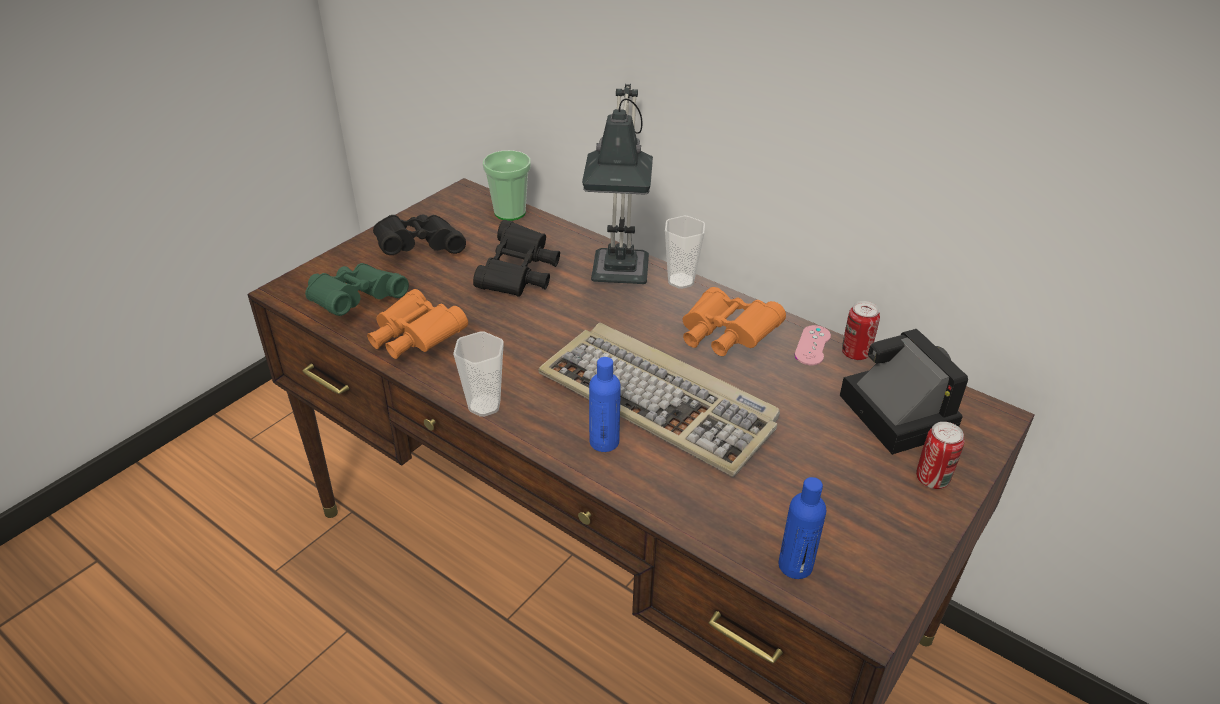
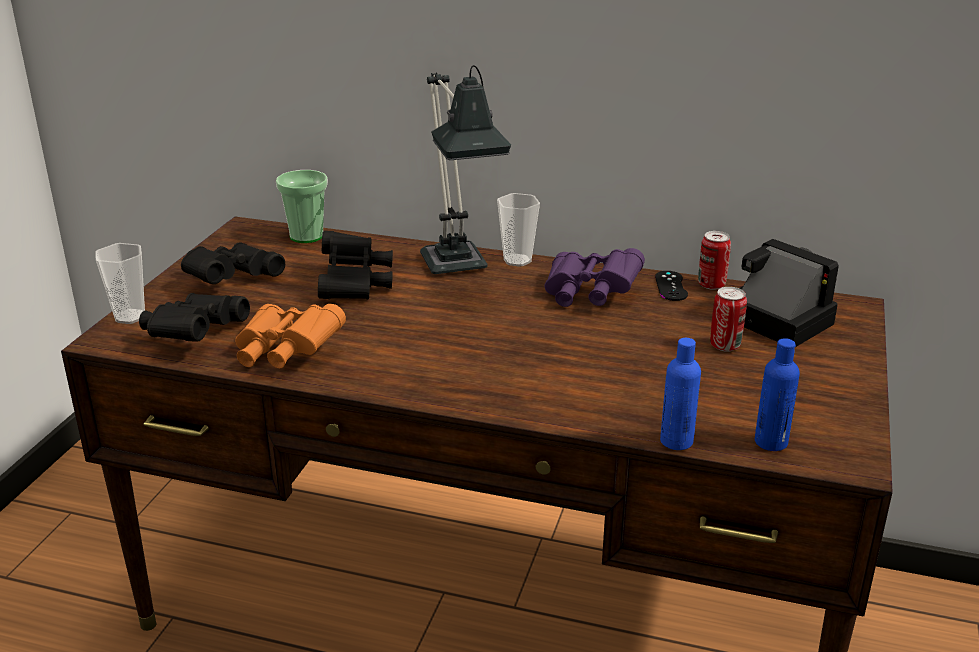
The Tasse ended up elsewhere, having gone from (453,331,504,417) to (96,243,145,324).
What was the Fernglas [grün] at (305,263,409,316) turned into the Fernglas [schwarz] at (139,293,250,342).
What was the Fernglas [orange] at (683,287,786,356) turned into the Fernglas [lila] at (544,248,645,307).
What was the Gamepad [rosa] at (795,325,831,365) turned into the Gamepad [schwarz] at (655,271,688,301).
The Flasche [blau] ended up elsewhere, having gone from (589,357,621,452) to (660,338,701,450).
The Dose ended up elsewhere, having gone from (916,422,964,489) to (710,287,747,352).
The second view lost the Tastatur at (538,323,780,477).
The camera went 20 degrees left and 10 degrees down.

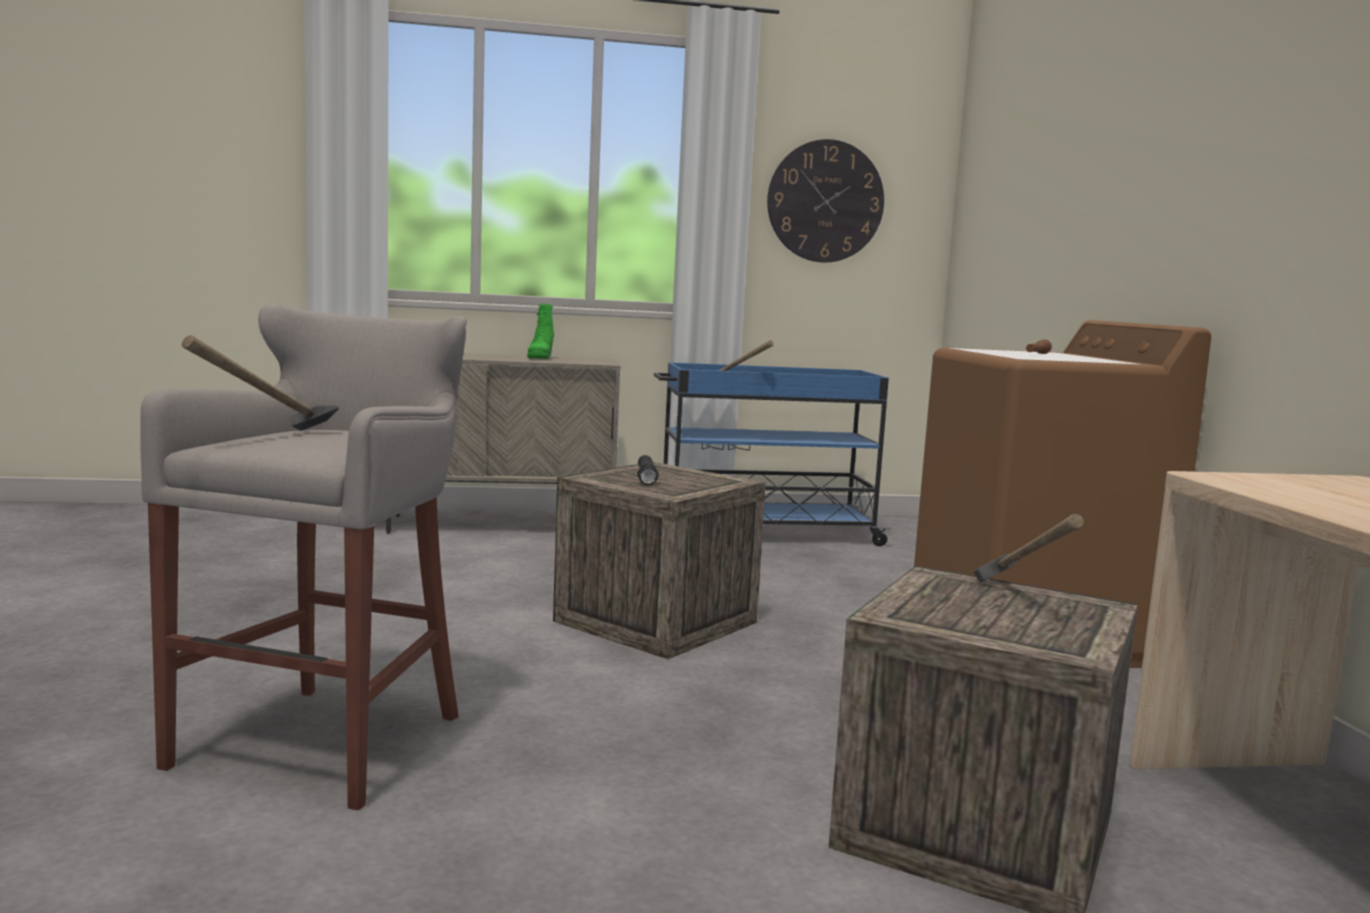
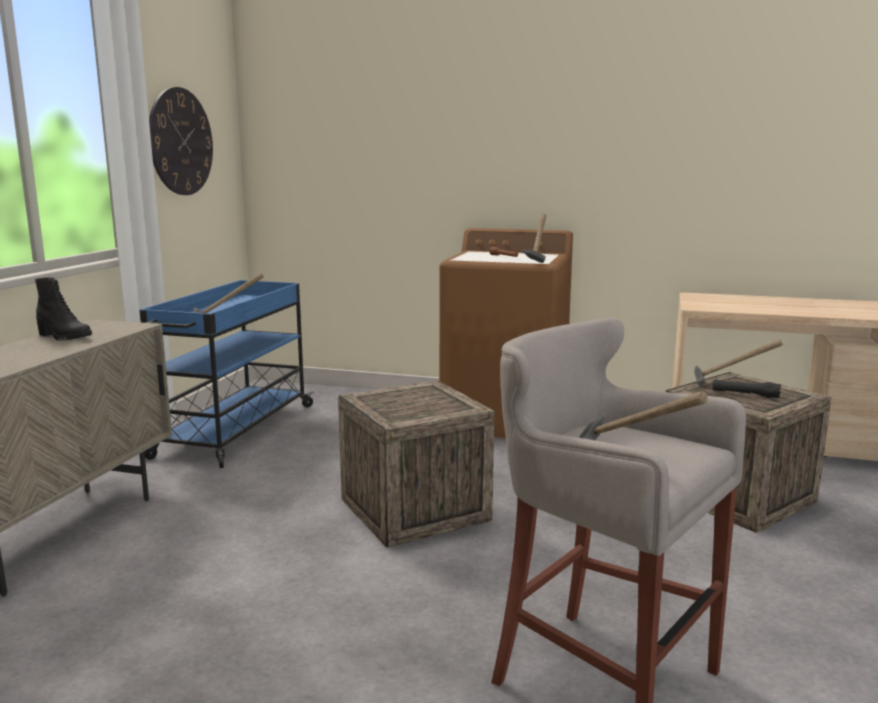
What was the Stiefel [grün] at (527,303,554,359) turned into the Stiefel [schwarz] at (35,277,92,340).
The second view gained the Hammer at (522,213,546,263).
The Taschenlampe [schwarz] ended up elsewhere, having gone from (637,455,659,485) to (712,379,781,398).
The camera went 65 degrees left and 5 degrees up.

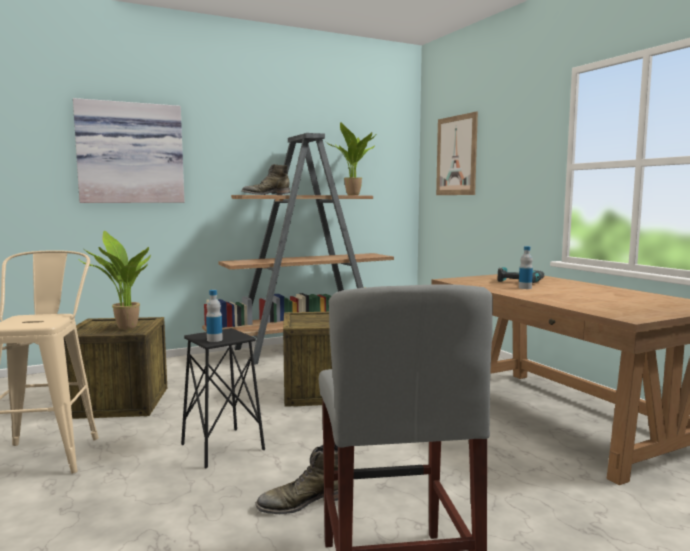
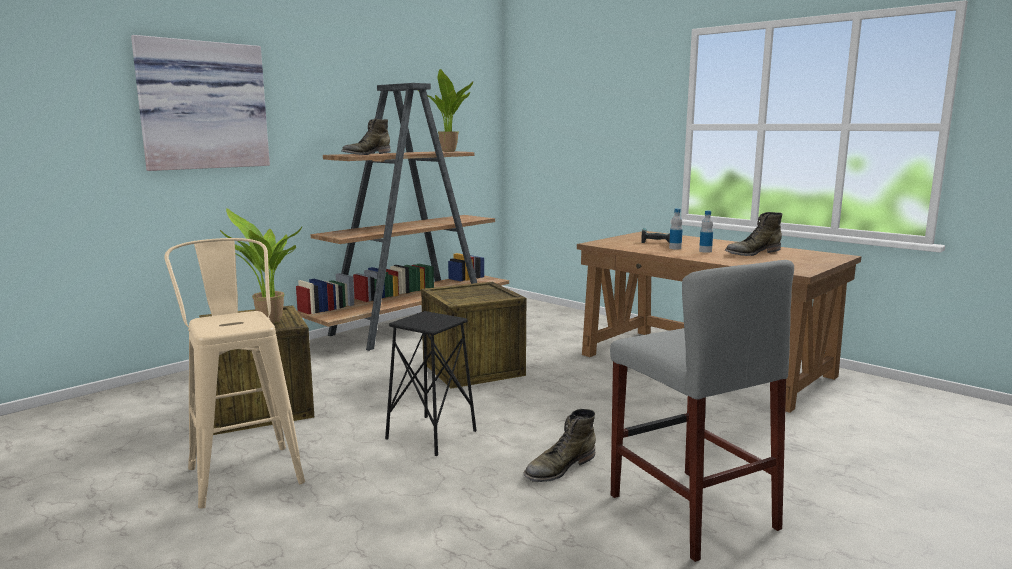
The Flasche ended up elsewhere, having gone from (206,290,223,342) to (699,210,713,253).
The second view gained the Stiefel [grün] at (725,212,782,256).
The second view lost the Bild at (436,112,478,195).
The camera went 20 degrees left and 5 degrees up.

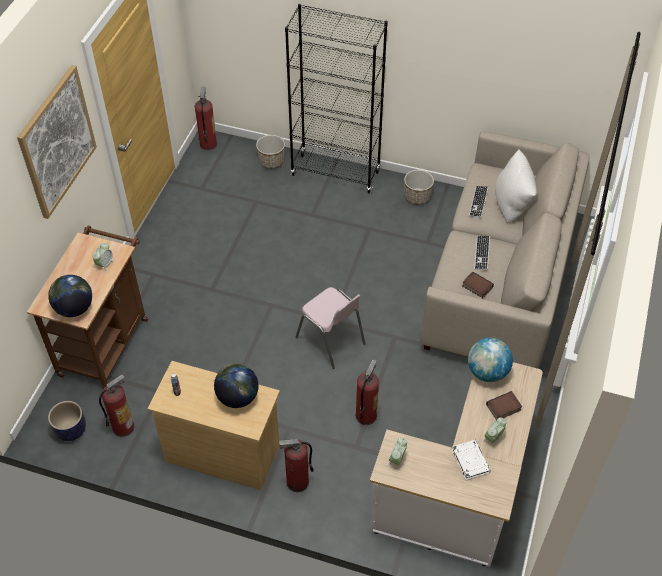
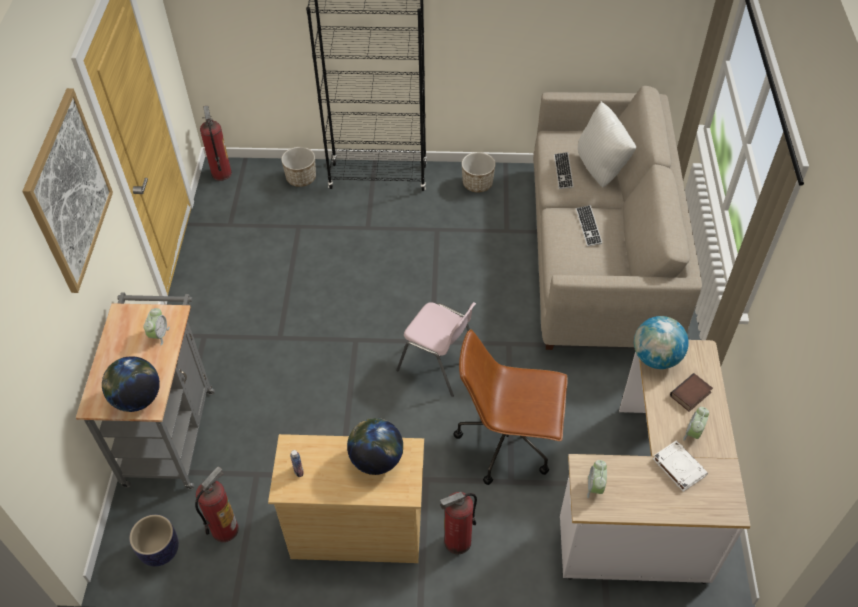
What was the Rollwagen [braun] at (27,226,148,388) turned into the Rollwagen [grau] at (76,292,215,489).
Where the Feuerlöscher stood at (356,359,379,425), the Bürostuhl [braun] came to stand at (453,329,568,485).
The second view lost the Buch at (462,271,494,298).
The camera went 15 degrees left and 0 degrees up.

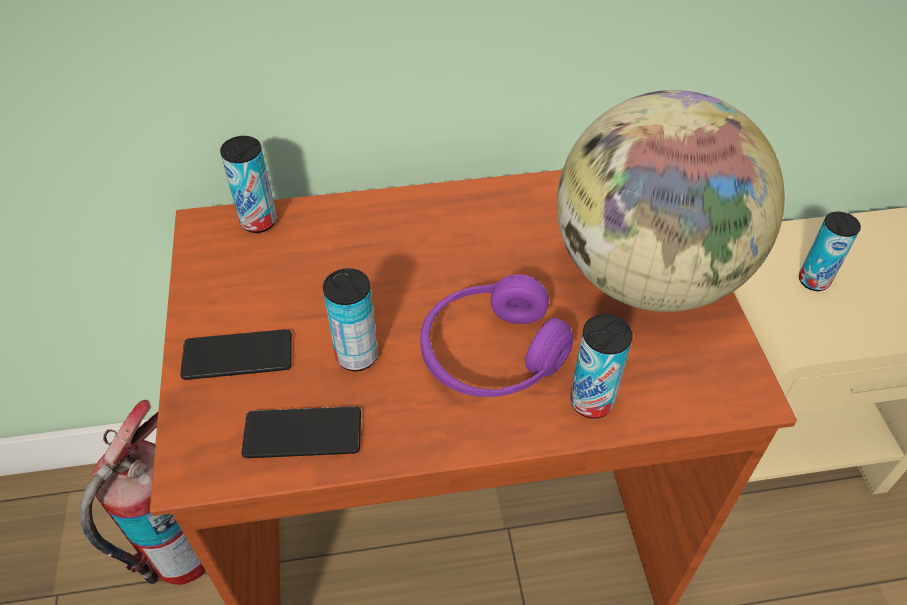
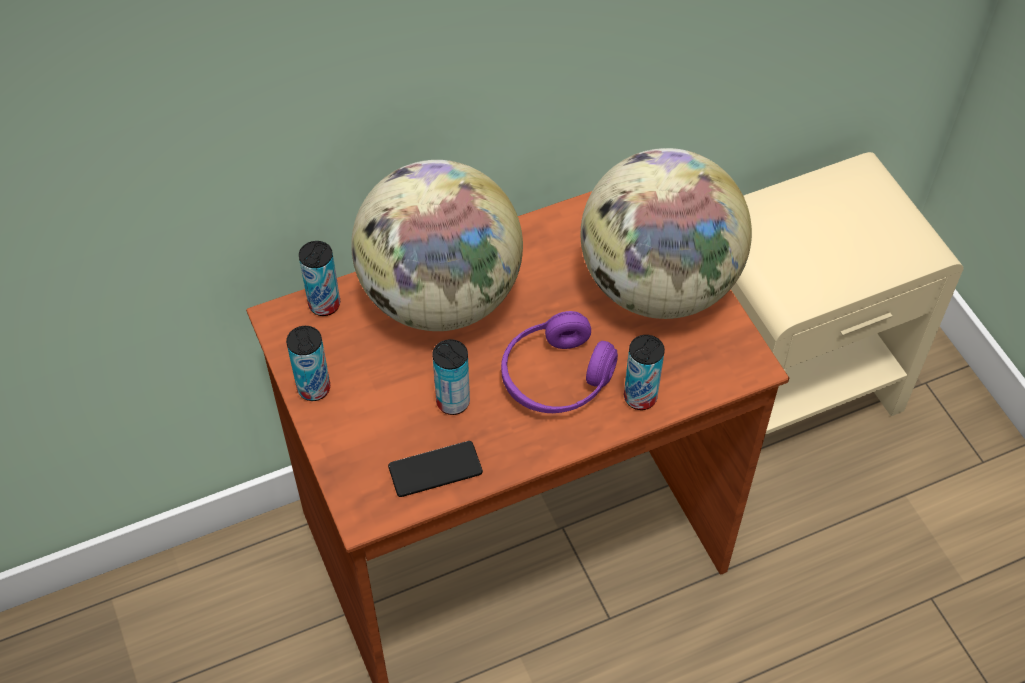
The Dose ended up elsewhere, having gone from (799,212,861,291) to (286,326,330,401).
The second view gained the Globus at (351,160,523,331).
The second view lost the Feuerlöscher at (80,400,206,585).
The second view lost the Handy at (180,329,292,380).
The camera went 15 degrees left and 5 degrees up.

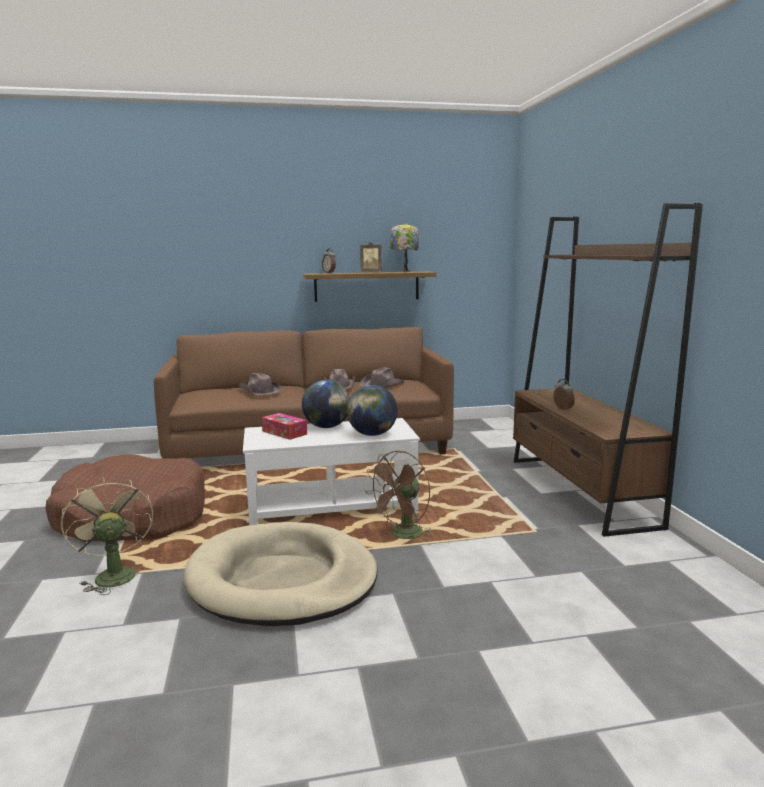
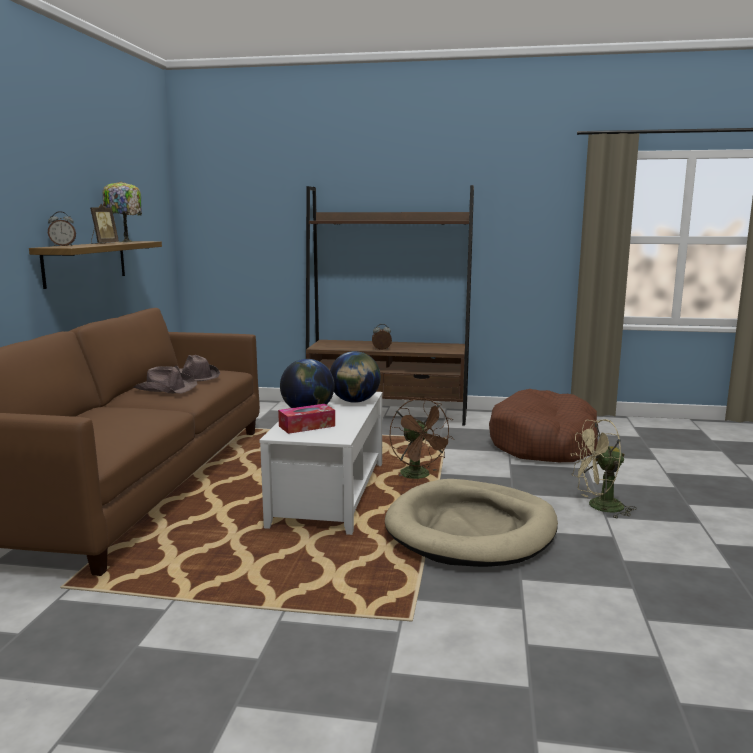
The Hundebett [braun] ended up elsewhere, having gone from (45,454,205,542) to (489,389,598,462).
The Ventilator [beige] ended up elsewhere, having gone from (61,477,153,595) to (571,419,637,518).
The second view lost the Hut [braun] at (238,373,282,395).
The camera went 70 degrees left and 0 degrees up.

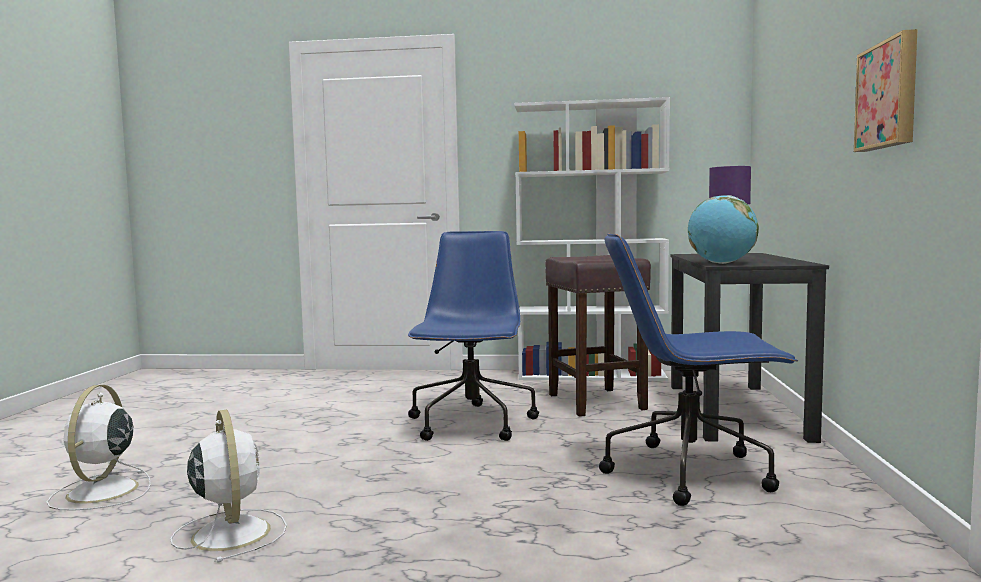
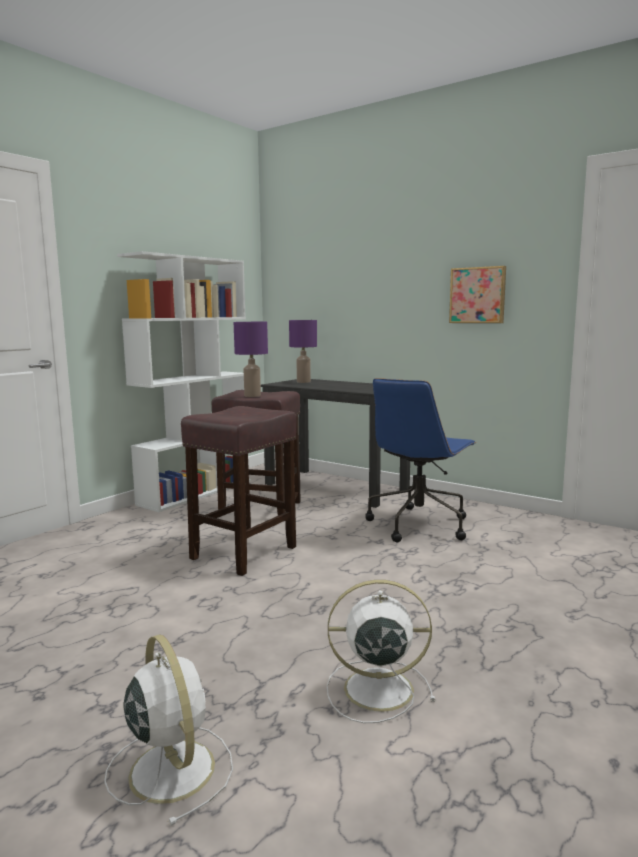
The Ventilator [weiß] at (47,385,151,511) ended up facing another way, 150 degrees counterclockwise from before.
Where the Bürostuhl [blau] stood at (408,231,539,441), the Hocker [braun] came to stand at (181,406,297,576).
The second view gained the Tischlampe [lila] at (234,322,268,397).
The second view lost the Globus at (688,195,759,264).
The camera went 60 degrees left and 5 degrees up.

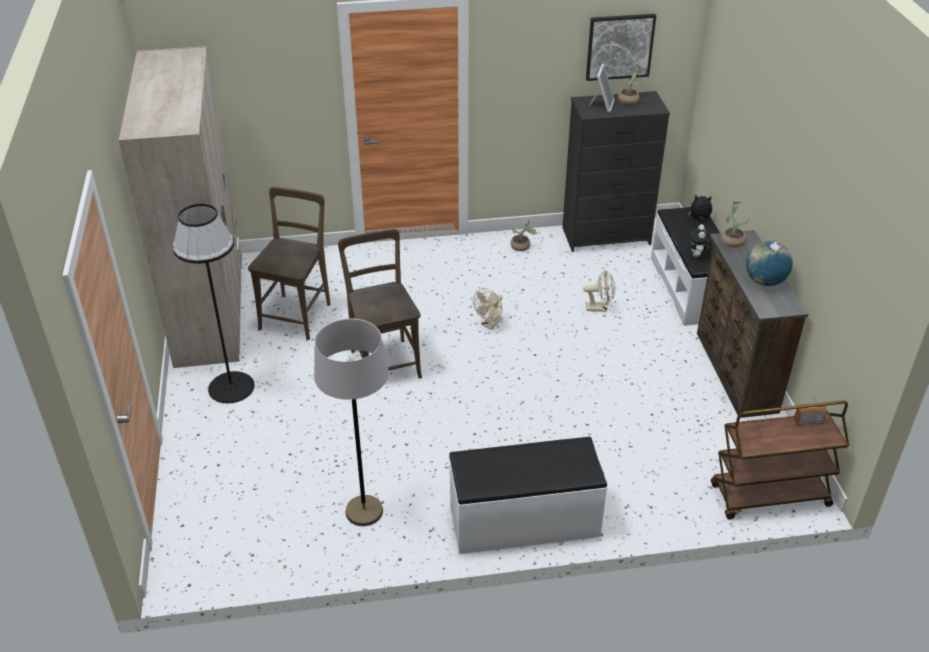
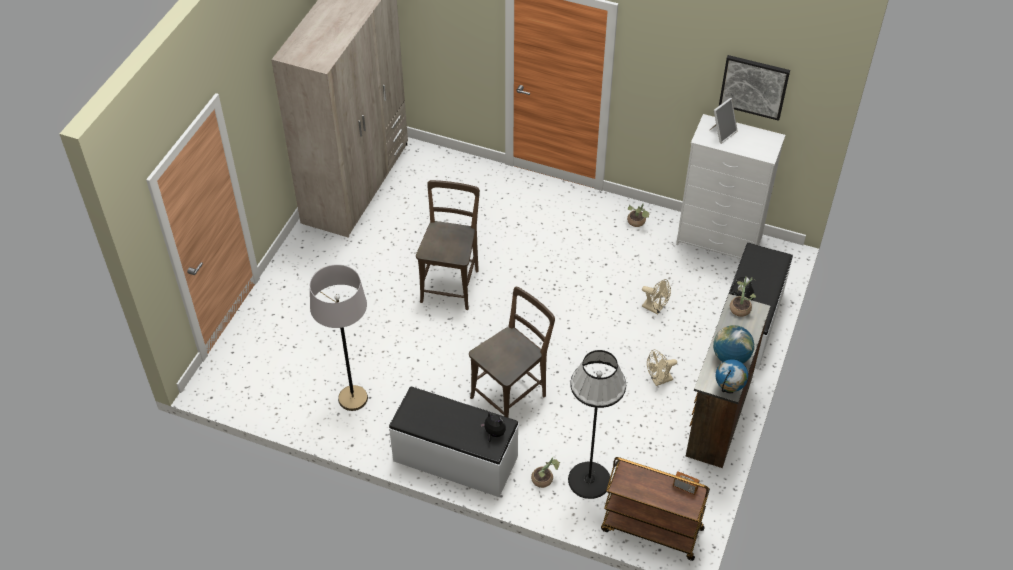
The Stuhl [braun] ended up elsewhere, having gone from (248,187,331,340) to (469,287,555,418).
The Plüschtier ended up elsewhere, having gone from (688,195,712,222) to (480,412,506,442).
The Topfpflanze ended up elsewhere, having gone from (618,63,647,105) to (531,457,560,488).
The Stehlampe [schwarz] ended up elsewhere, having gone from (173,204,255,403) to (568,350,626,499).
The Ventilator [beige] ended up elsewhere, having gone from (473,288,503,329) to (647,349,677,386).
What was the Kommode [schwarz] at (562,91,670,252) turned into the Kommode [weiß] at (676,114,785,259).
The second view gained the Globus at (716,359,748,394).
The camera went 30 degrees right and 10 degrees up.

